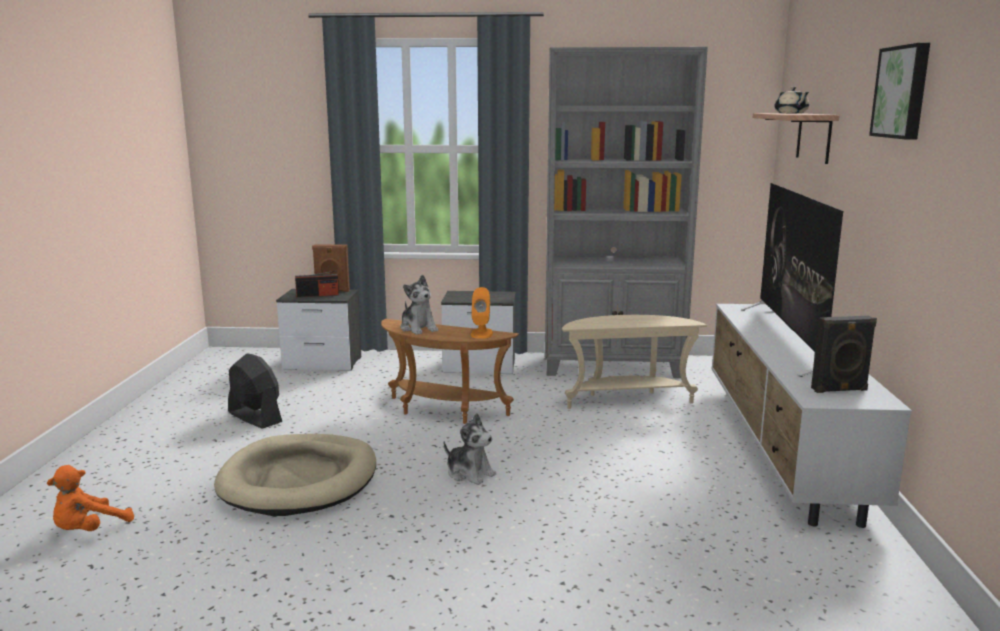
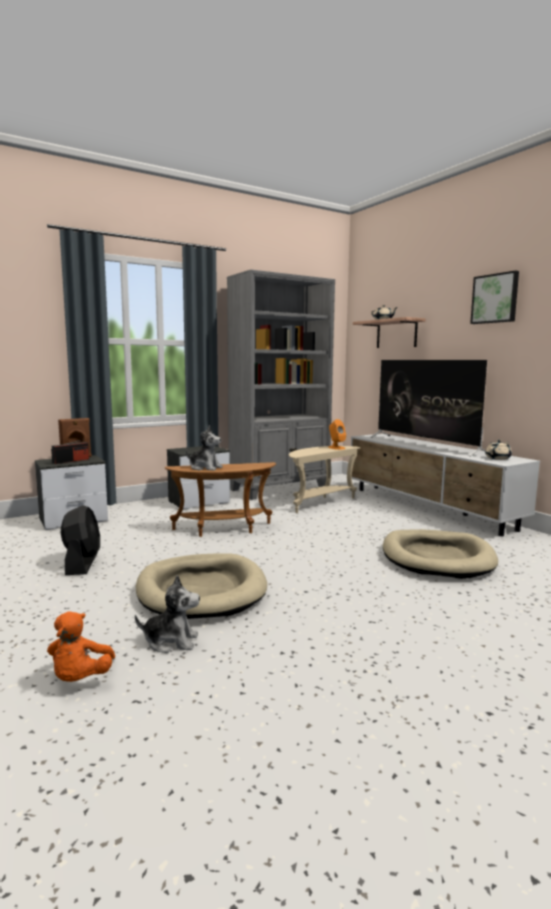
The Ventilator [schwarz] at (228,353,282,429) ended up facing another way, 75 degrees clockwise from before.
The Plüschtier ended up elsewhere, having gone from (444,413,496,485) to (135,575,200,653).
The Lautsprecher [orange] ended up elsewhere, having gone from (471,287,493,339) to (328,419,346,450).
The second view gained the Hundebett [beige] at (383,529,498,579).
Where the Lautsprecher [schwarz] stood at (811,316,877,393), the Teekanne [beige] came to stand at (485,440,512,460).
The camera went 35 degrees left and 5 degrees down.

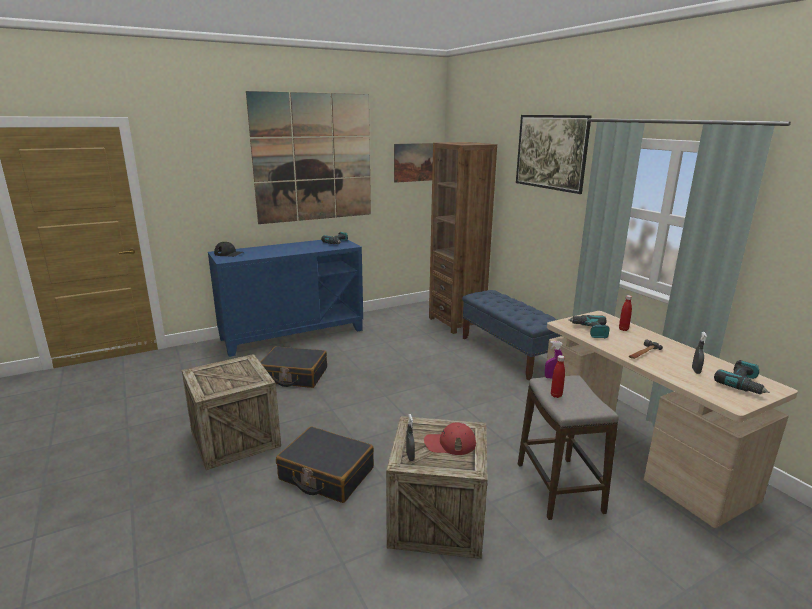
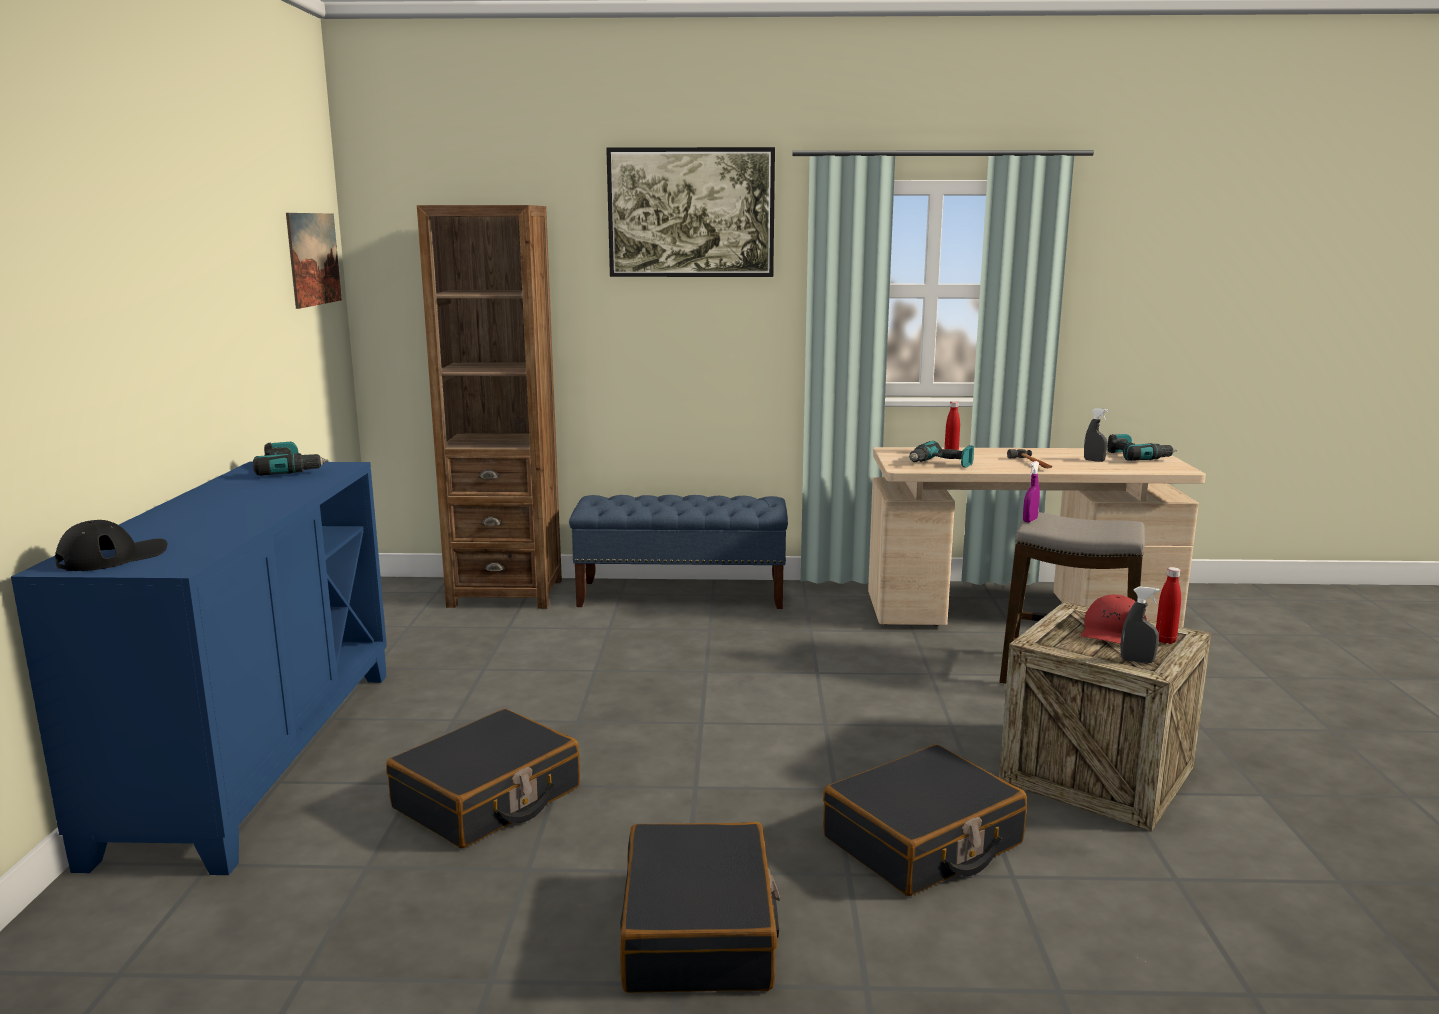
Where the Kiste stood at (182,354,281,470), the Koffer [schwarz] came to stand at (620,822,780,993).
The Flasche [rot] ended up elsewhere, having gone from (551,355,565,398) to (1156,567,1181,644).
The second view lost the Bild at (246,91,371,224).
The camera went 60 degrees left and 5 degrees down.

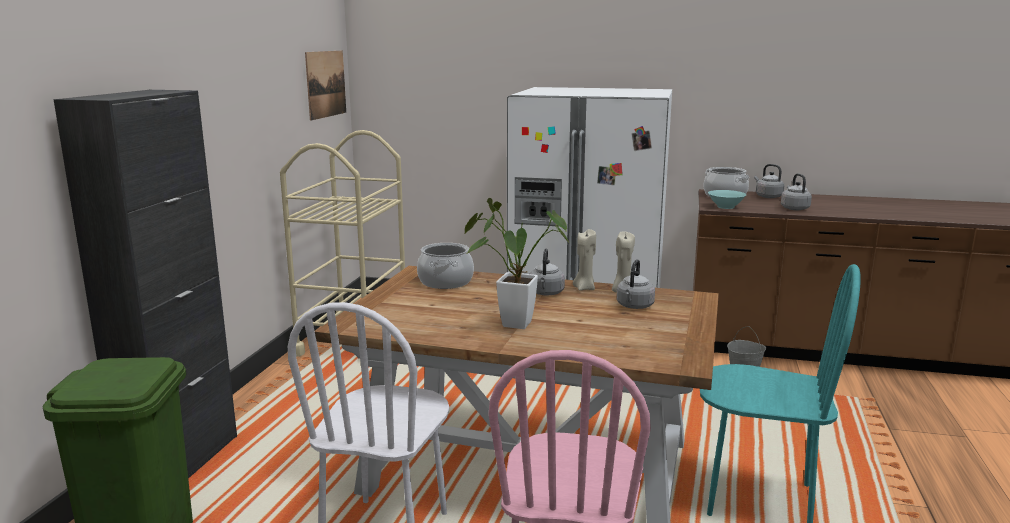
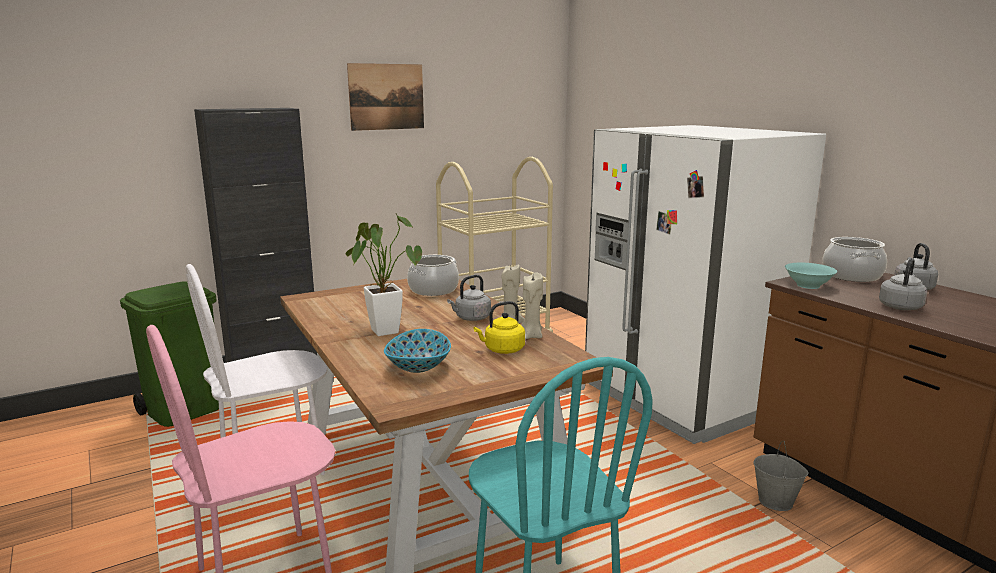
The Bild ended up elsewhere, having gone from (305,51,346,121) to (347,63,424,131).
The second view gained the Schüssel at (384,329,451,373).
What was the Wasserkessel [grau] at (617,259,655,309) turned into the Wasserkessel [gelb] at (473,301,525,354).
The camera went 45 degrees right and 0 degrees up.

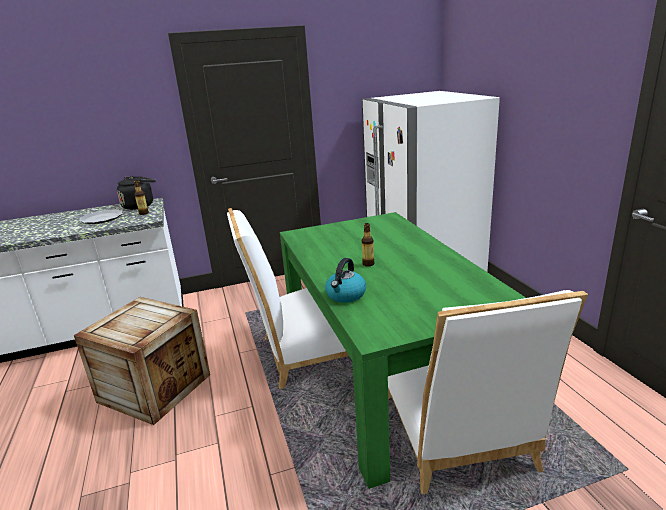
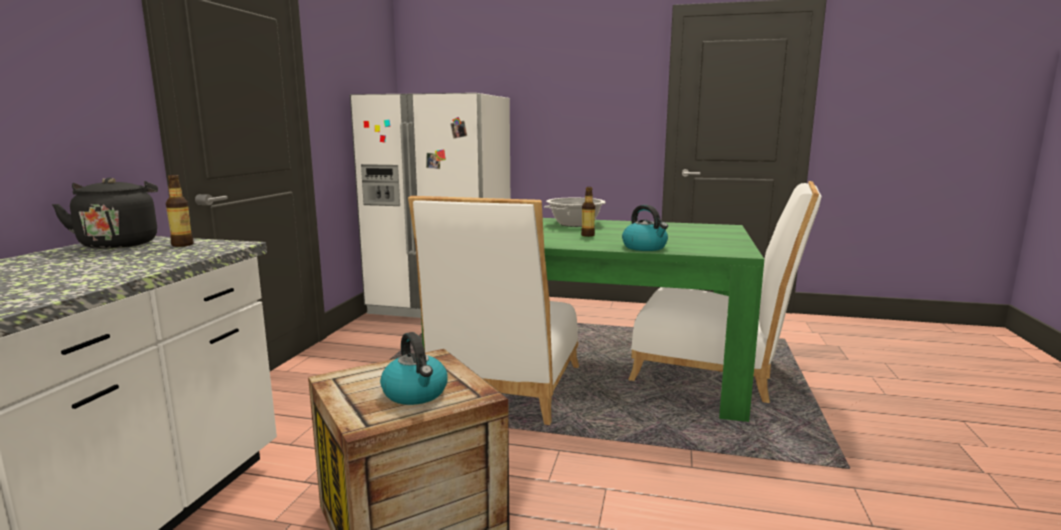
The second view gained the Wasserkessel at (380,332,448,405).
The second view gained the Kochtopf at (544,198,606,227).
The second view lost the Teller at (79,209,123,224).
The camera went 60 degrees left and 10 degrees down.

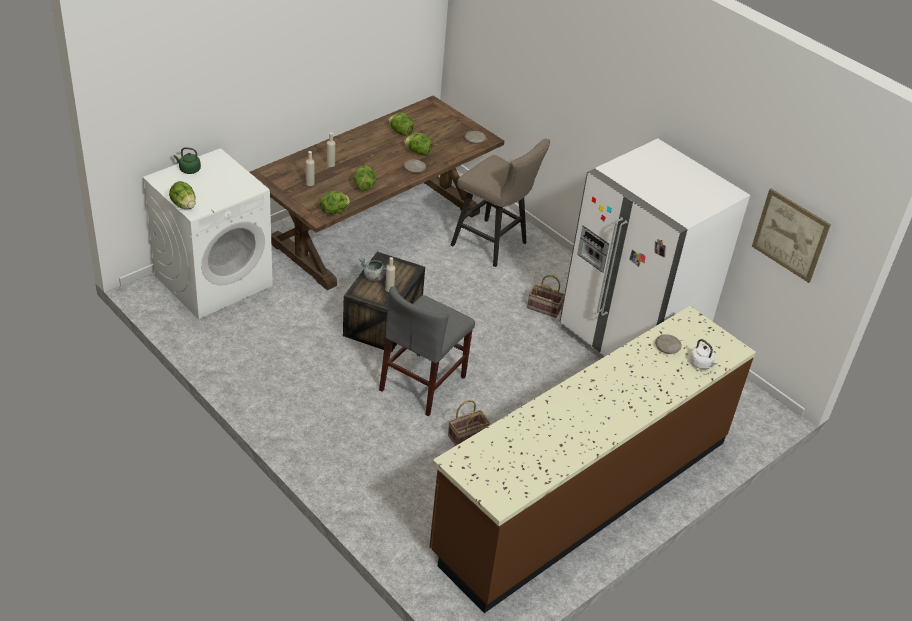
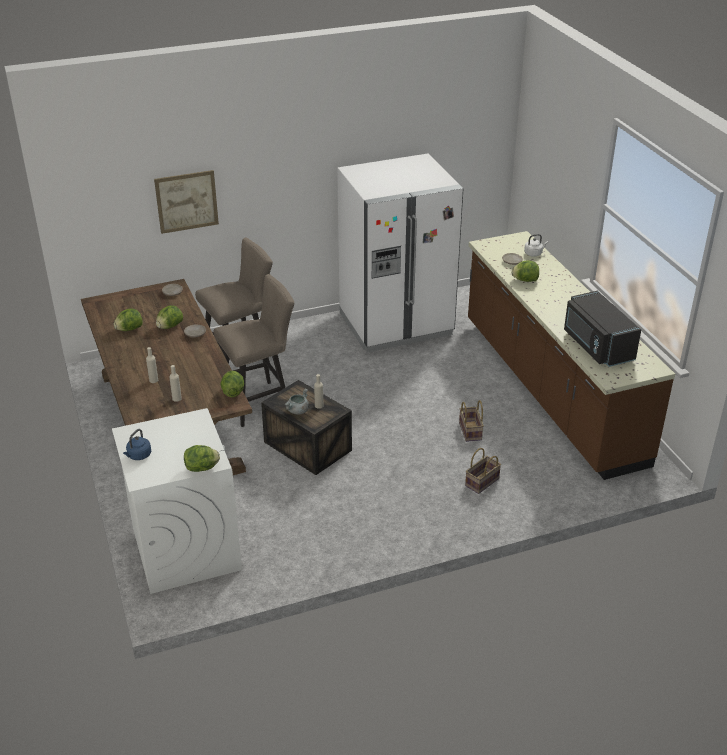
What was the Wasserkessel [grün] at (174,147,201,174) turned into the Wasserkessel [blau] at (123,429,151,460).
The Bild ended up elsewhere, having gone from (752,189,831,283) to (154,170,219,234).
The second view gained the Hocker [beige] at (214,274,294,427).
The Korb ended up elsewhere, having gone from (527,275,565,318) to (465,448,501,494).
The Salatkopf ended up elsewhere, having gone from (354,166,376,191) to (511,261,539,282).
The second view gained the Mikrowelle [schwarz] at (564,291,641,367).
The second view lost the Stuhl [grau] at (379,286,475,416).
The camera went 65 degrees left and 5 degrees down.

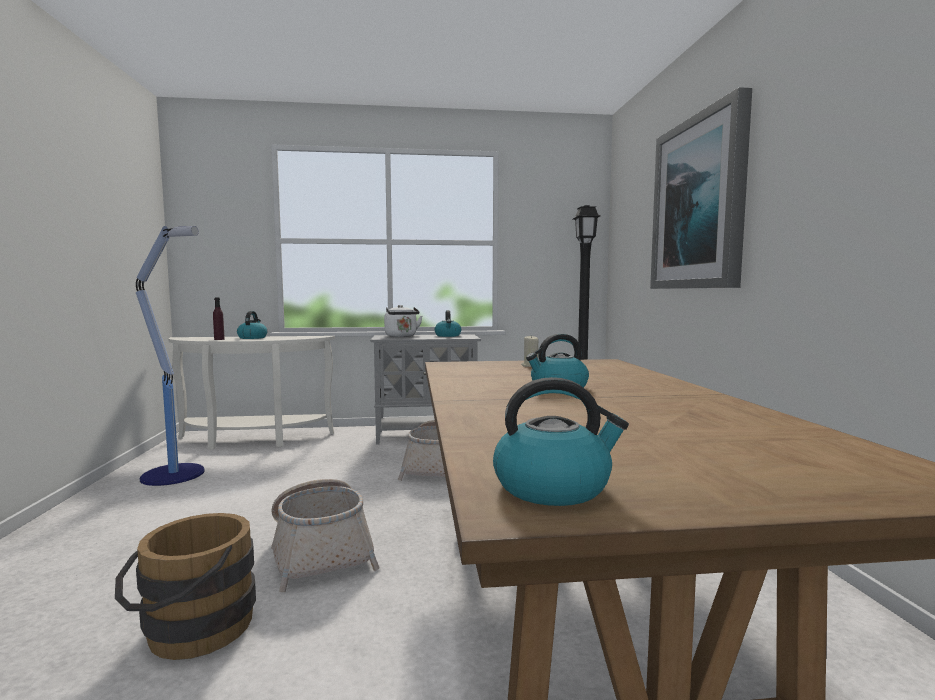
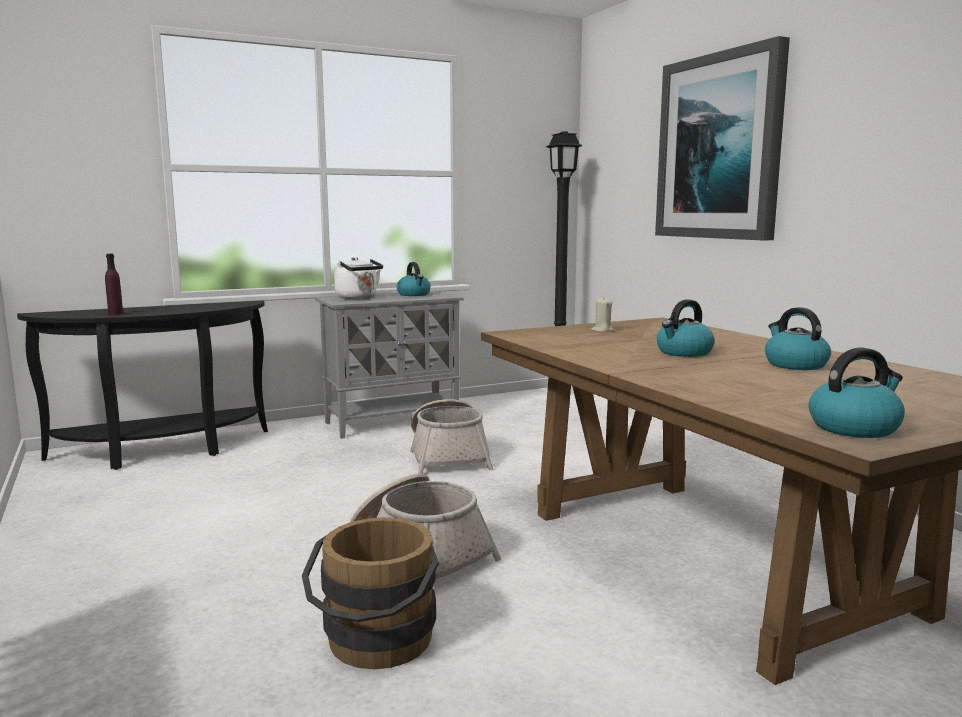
What was the Konsolentisch [weiß] at (168,336,335,450) turned into the Konsolentisch [schwarz] at (17,300,268,470).
The Wasserkessel ended up elsewhere, having gone from (237,311,267,339) to (765,307,831,370).
The second view lost the Stehlampe at (136,226,205,486).
The camera went 20 degrees left and 5 degrees up.

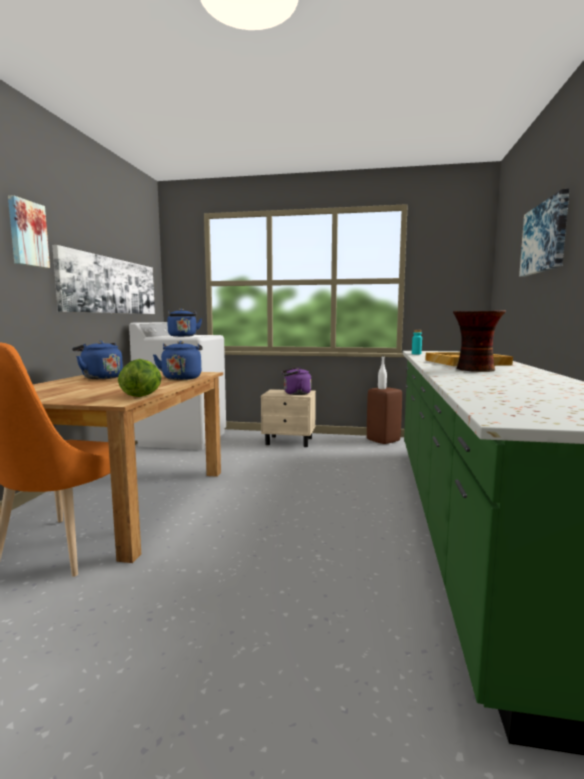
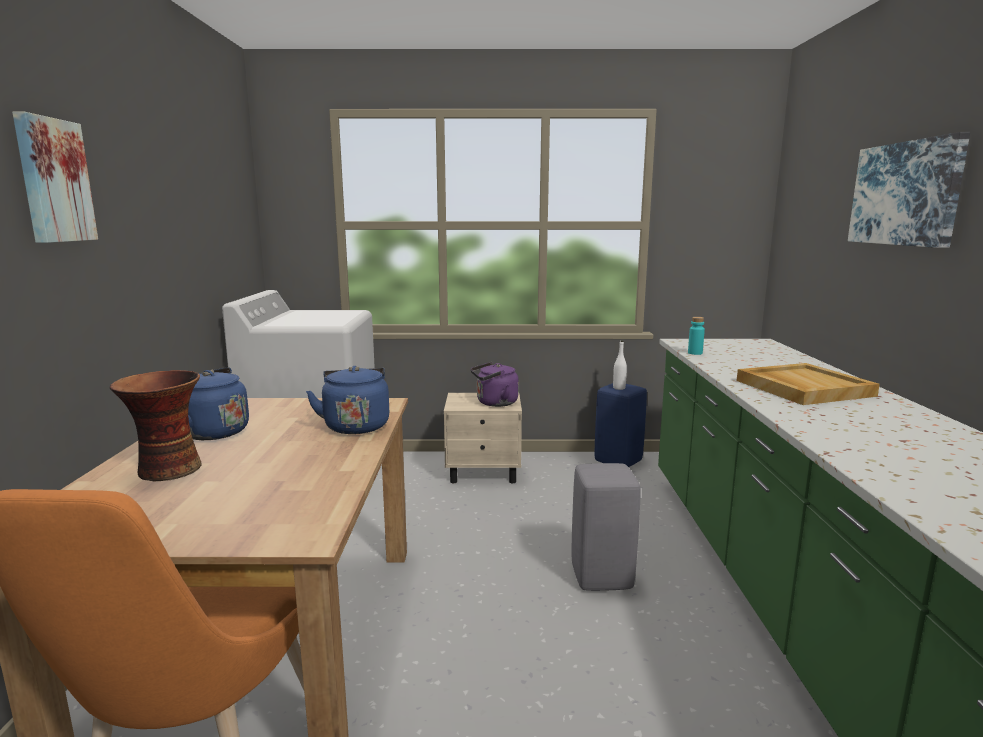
The Vase ended up elsewhere, having gone from (453,310,506,372) to (110,370,202,482).
The second view gained the Hocker [grau] at (572,463,641,591).
What was the Hocker [braun] at (367,387,402,444) turned into the Hocker [blau] at (595,383,647,467).
The second view lost the Bild at (52,245,155,314).
The second view lost the Salatkopf at (118,359,162,397).
The second view lost the Wasserkessel [blau] at (167,309,202,337).
The camera went 10 degrees left and 5 degrees up.

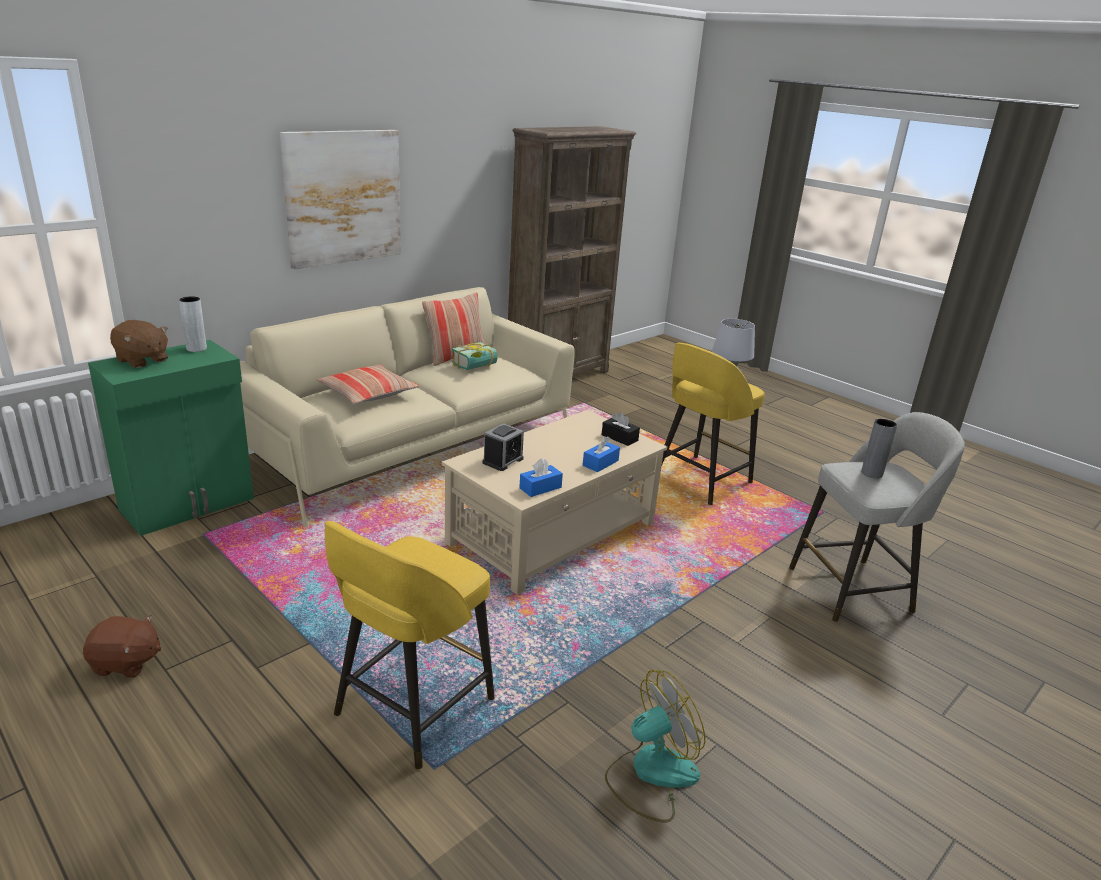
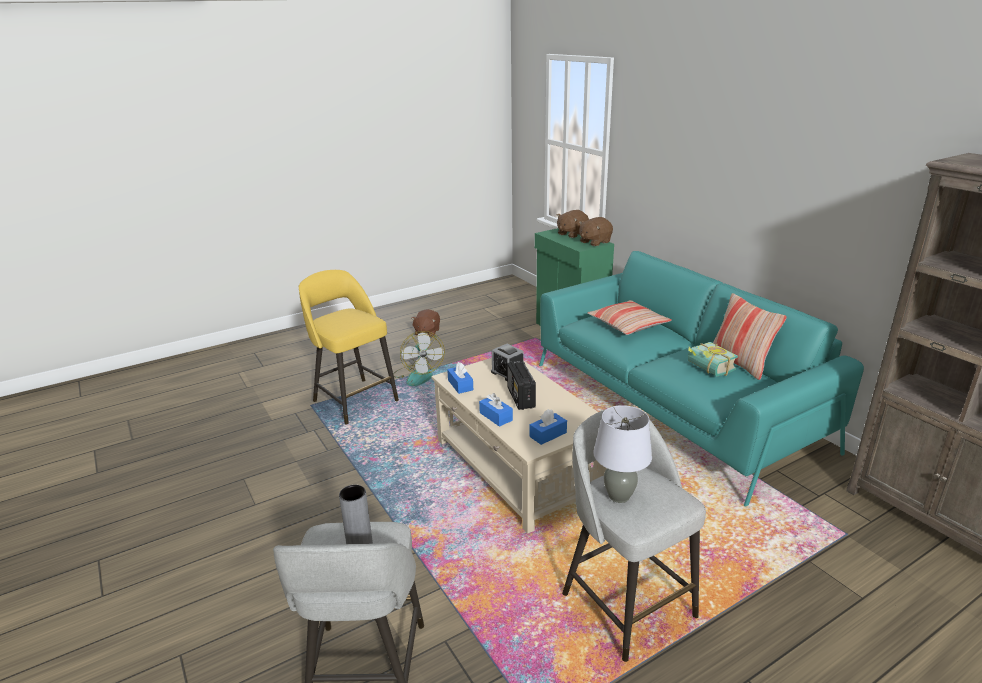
The Ventilator ended up elsewhere, having gone from (605,670,705,822) to (393,331,445,386).
The second view gained the Radio at (507,361,536,410).
What was the Taschentuchbox [schwarz] at (602,412,640,446) turned into the Taschentuchbox [blau] at (529,409,567,445).
What was the Sofa [beige] at (240,287,575,527) turned into the Sofa [türkis] at (539,251,864,507).
What was the Hocker [gelb] at (662,343,765,505) turned into the Hocker [grau] at (562,410,706,662).
Where the Vase [grau] stood at (179,296,207,352), the Plüschtier [braun] came to stand at (579,217,613,246).
The second view lost the Bild at (280,130,401,269).
The camera went 105 degrees right and 0 degrees up.

